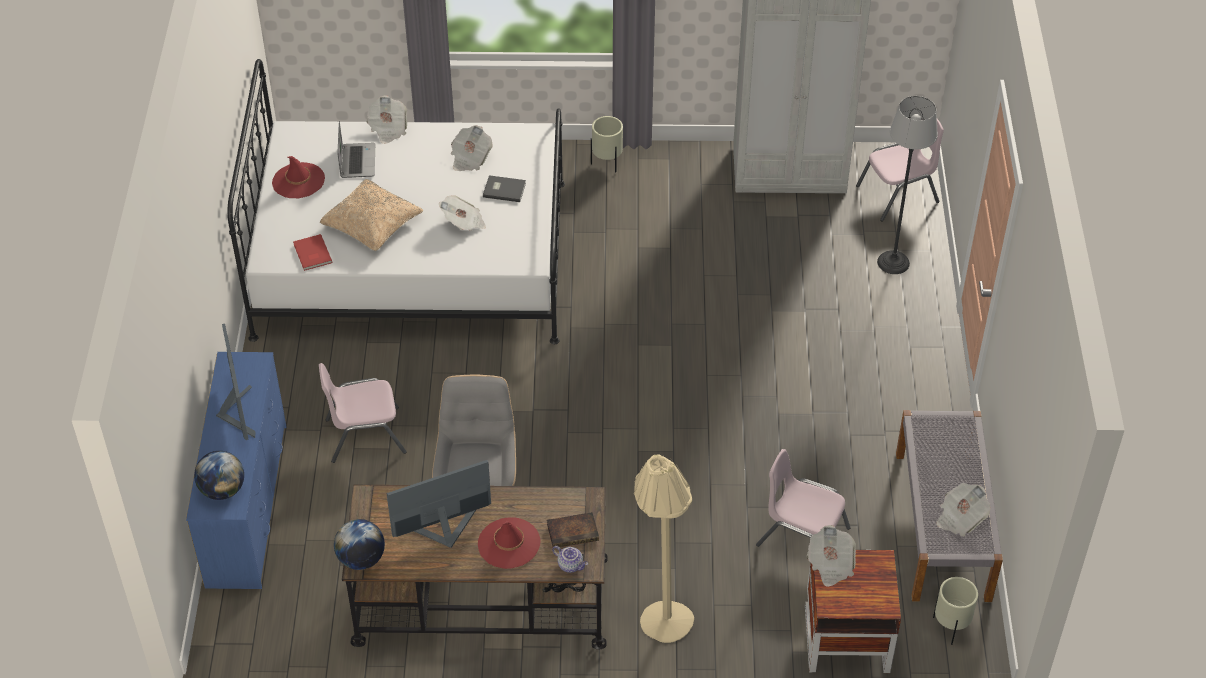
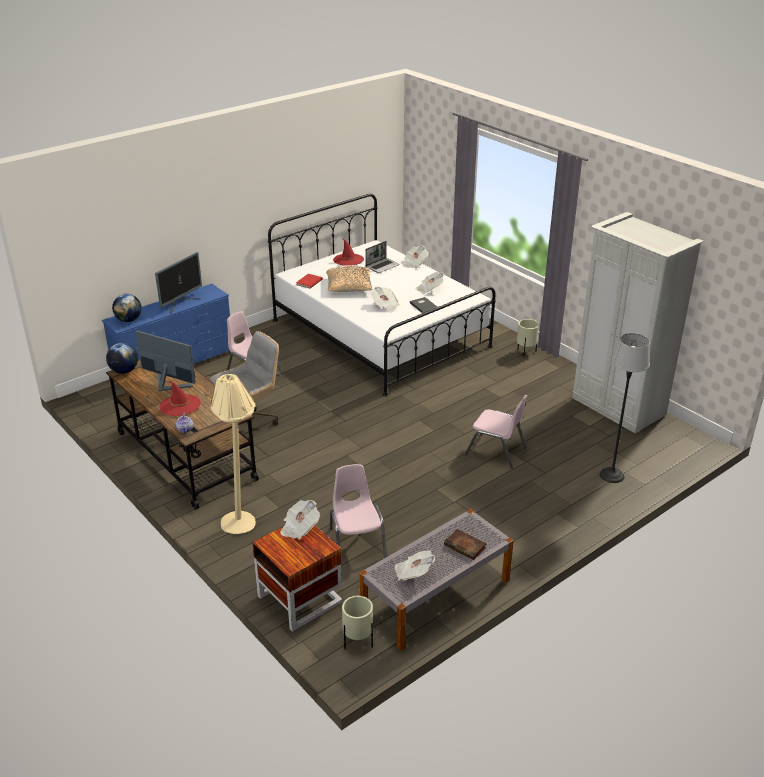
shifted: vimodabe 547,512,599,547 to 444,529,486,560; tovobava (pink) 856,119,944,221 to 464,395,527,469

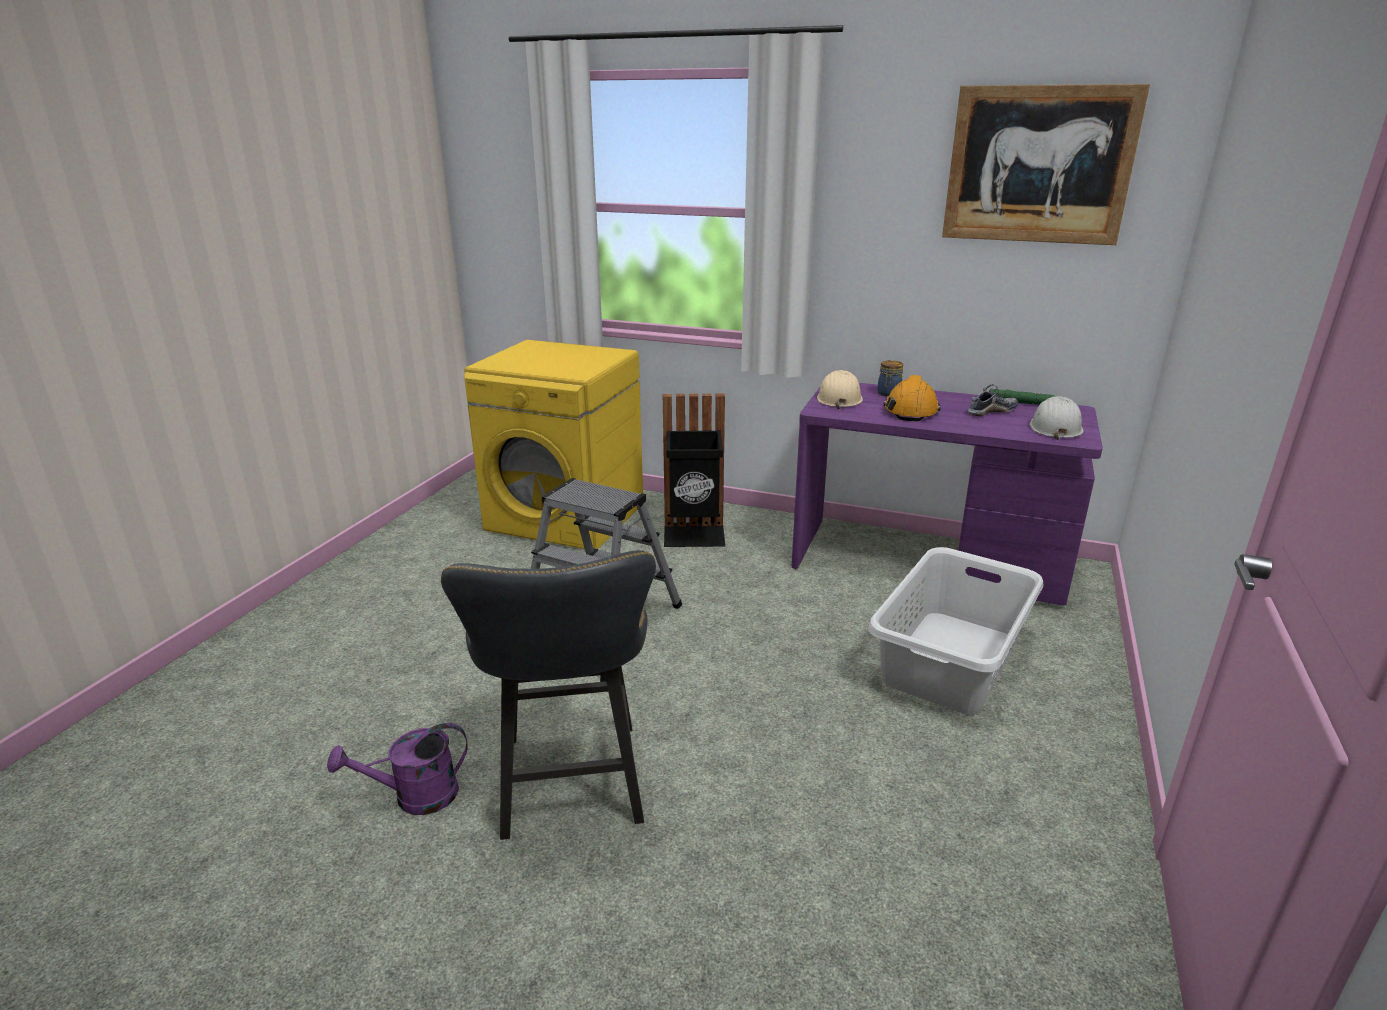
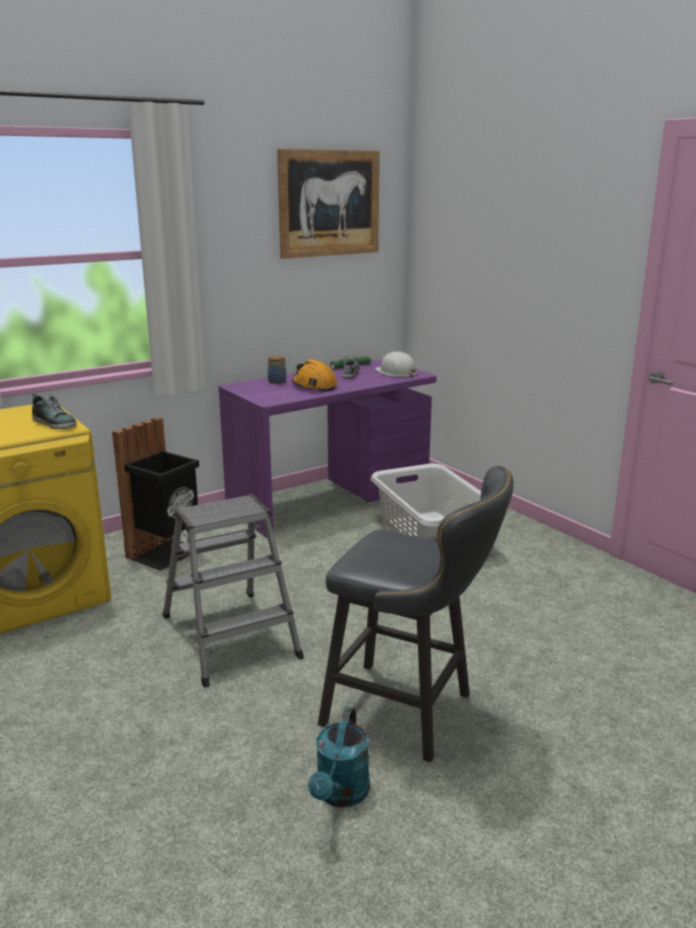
gone: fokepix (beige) 817,370,863,409
new: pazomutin 32,393,77,429
repainted: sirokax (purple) 327,723,468,815 to sirokax (turquoise) 308,707,370,807

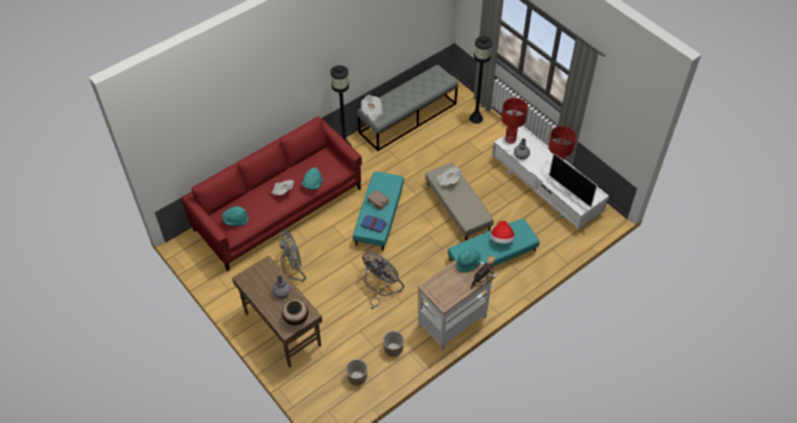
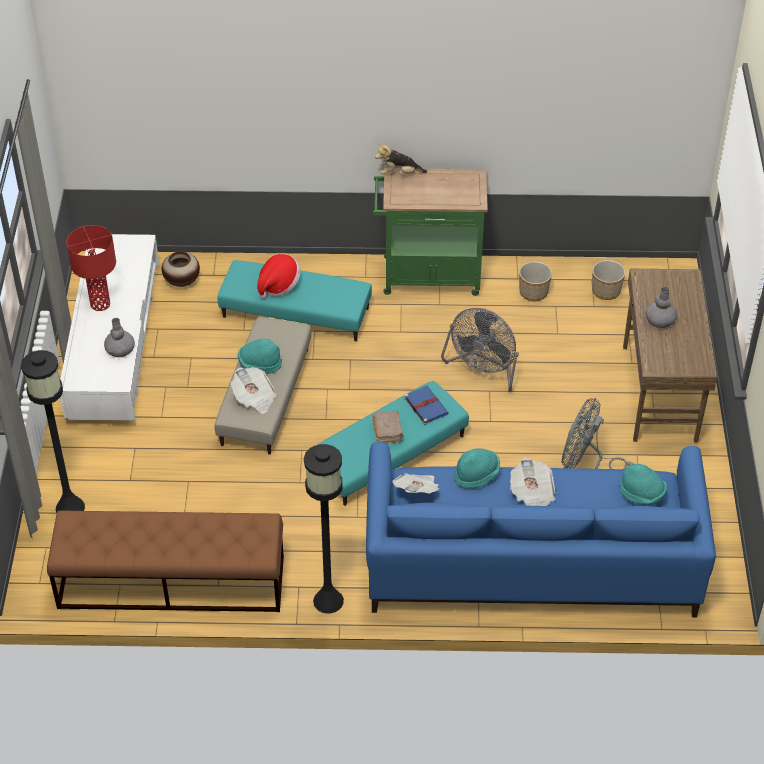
gone: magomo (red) 501,98,528,144; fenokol 549,153,597,207
shifted: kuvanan 282,300,308,326 to 162,251,200,287; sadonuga 361,95,383,121 to 393,473,439,494; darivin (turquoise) 456,248,482,272 to 238,339,282,374
repainted: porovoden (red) 181,117,362,271 to porovoden (blue) 366,442,716,617; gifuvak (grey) 357,64,458,151 to gifuvak (brown) 47,511,284,612; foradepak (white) 417,259,497,350 to foradepak (green) 373,168,488,296
rotated: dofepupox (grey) 361,251,404,309 = 441,308,519,392 45 degrees counterclockwise

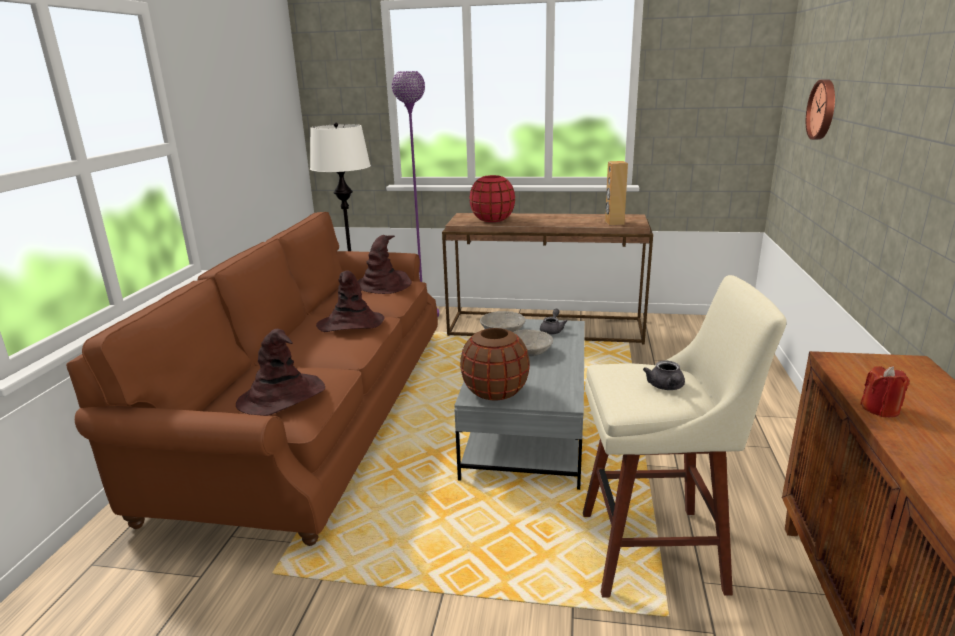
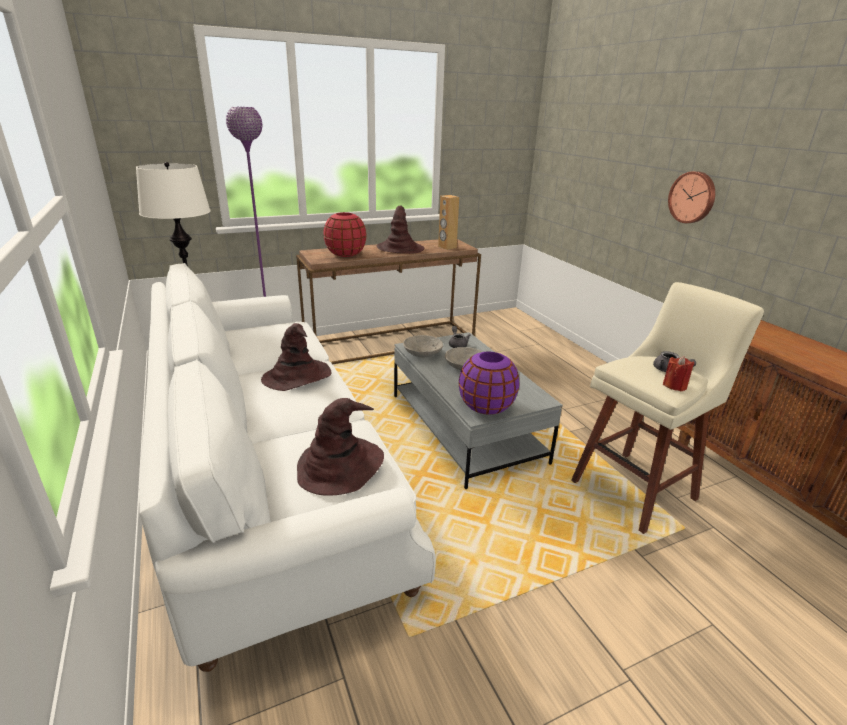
shifted: darivin (brown) 358,235,412,294 to 377,205,425,254; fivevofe 806,79,835,140 to 668,171,715,223; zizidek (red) 860,366,910,417 to 663,356,694,391
repainted: porovoden (brown) 66,212,438,546 to porovoden (white) 139,263,436,672; kuvanan (brown) 460,328,530,400 to kuvanan (purple) 459,352,519,415

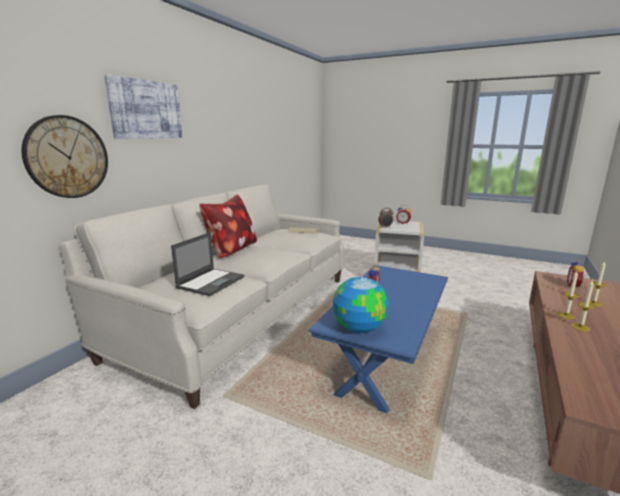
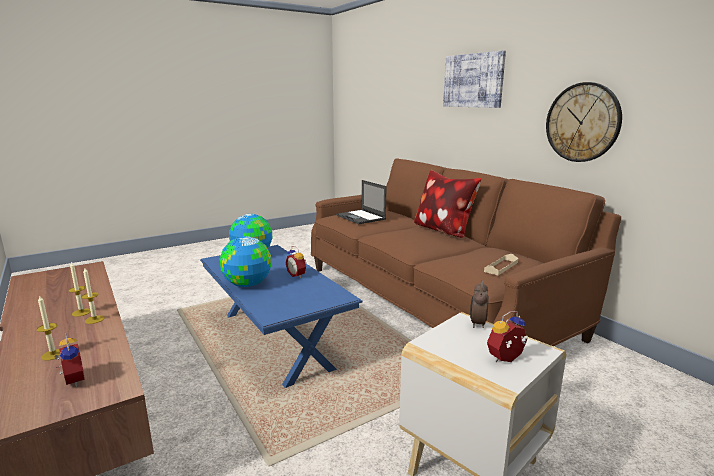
new: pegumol 219,236,272,287
shifted: fivevofe 21,115,108,198 to 546,82,622,162
repainted: porovoden (white) 59,184,345,409 to porovoden (brown) 311,158,621,346

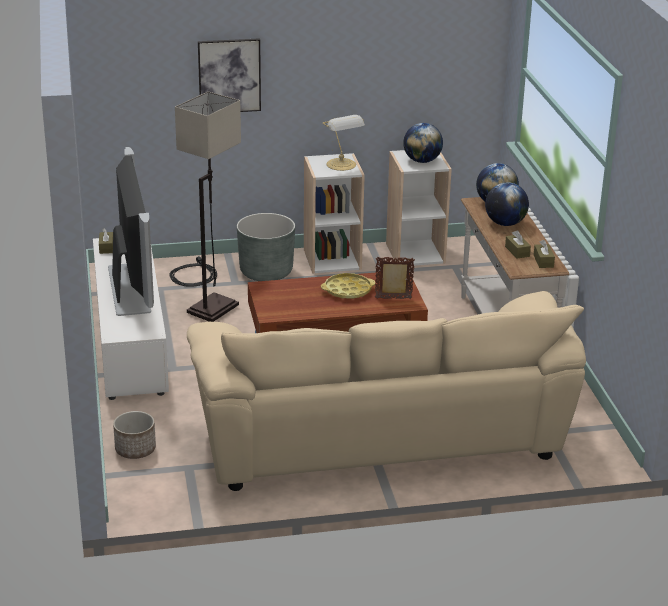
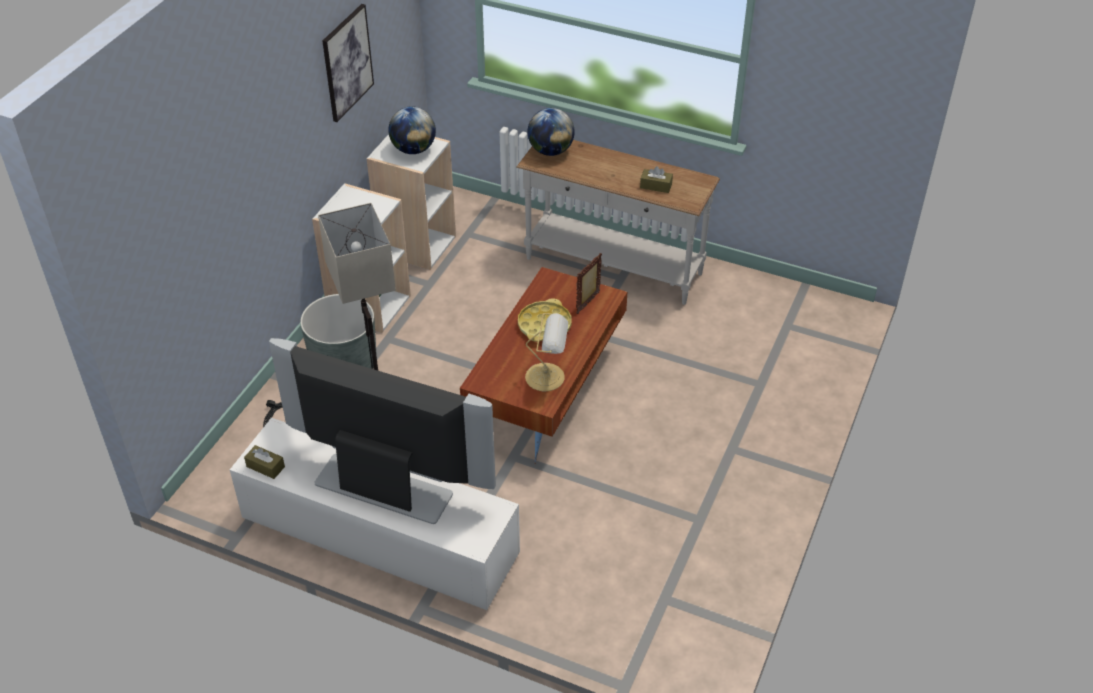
gone: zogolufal 113,411,156,459; porovoden (beige) 187,291,586,491; pegumol 485,182,529,226; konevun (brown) 534,240,555,268
shifted: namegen 198,38,261,112 to 322,4,374,122; magomo 323,115,365,171 to 525,313,568,391

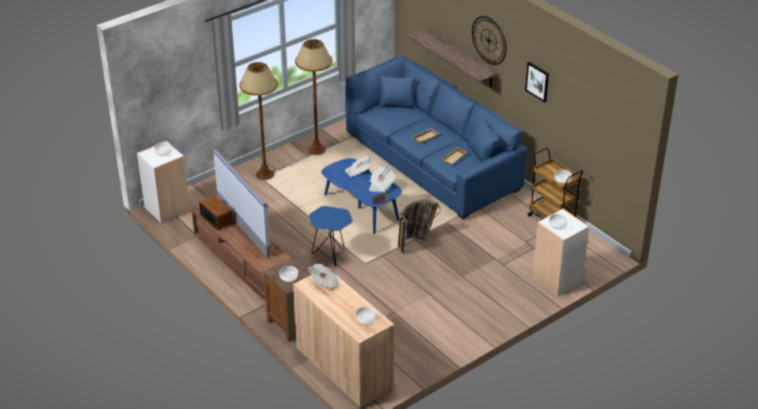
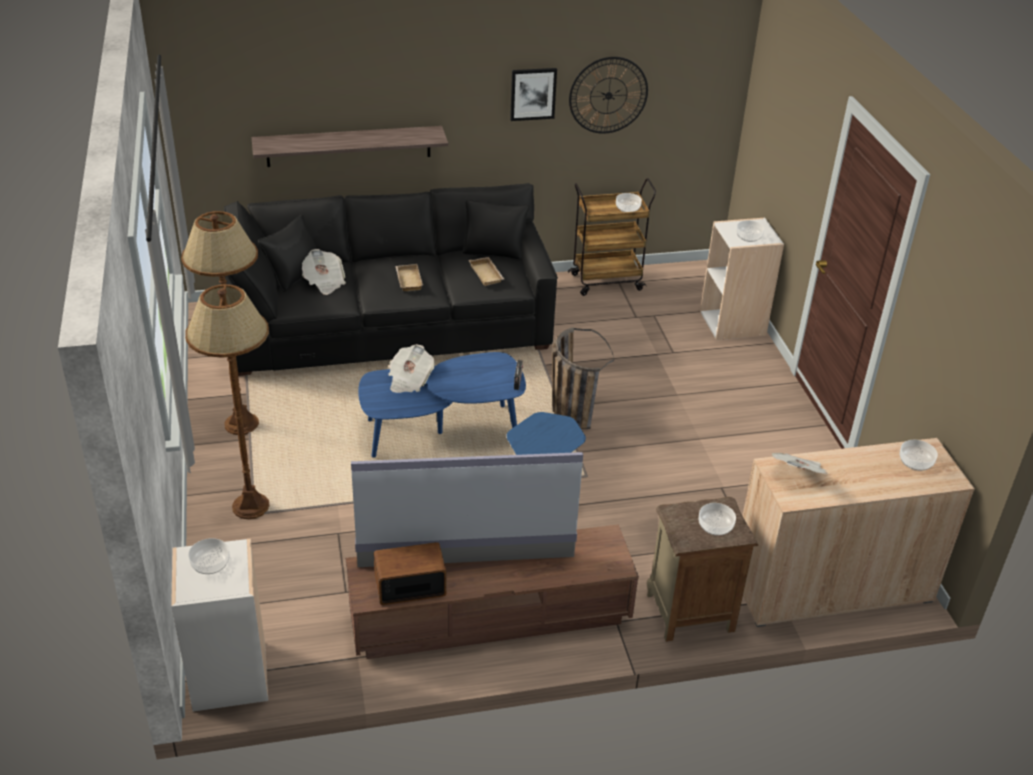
shifted: sadonuga 369,166,395,192 to 302,249,346,295; fivevofe 472,16,506,65 to 569,57,648,134
repainted: porovoden (blue) 345,55,527,219 to porovoden (black) 219,183,558,376

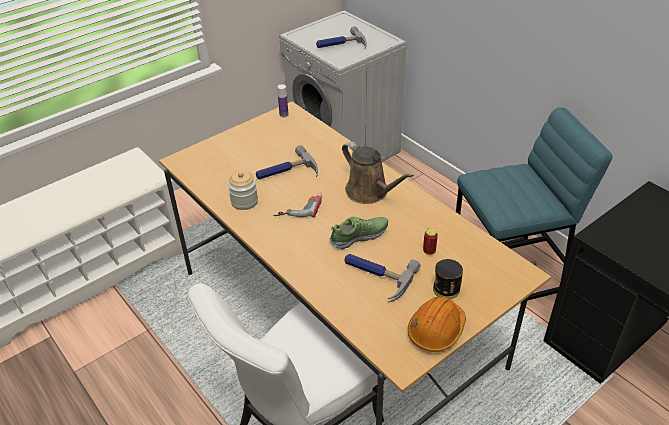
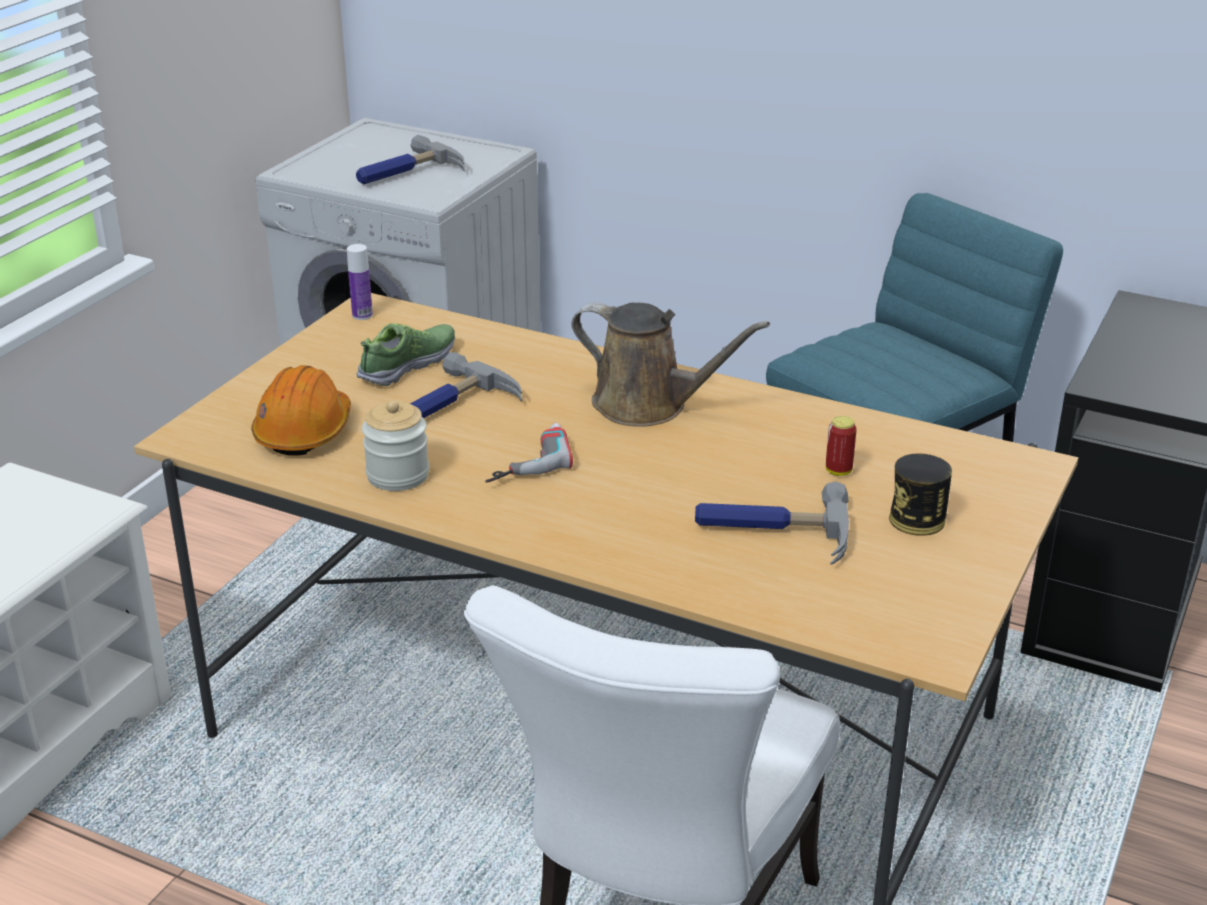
shifted: pazomutin 329,216,388,250 to 357,323,455,386; fokepix (orange) 408,297,466,352 to 251,365,351,455

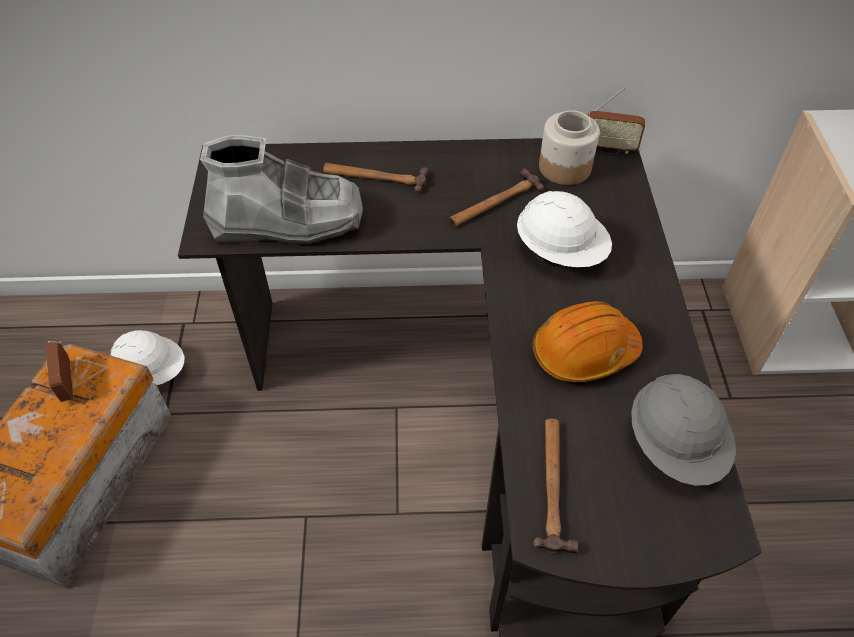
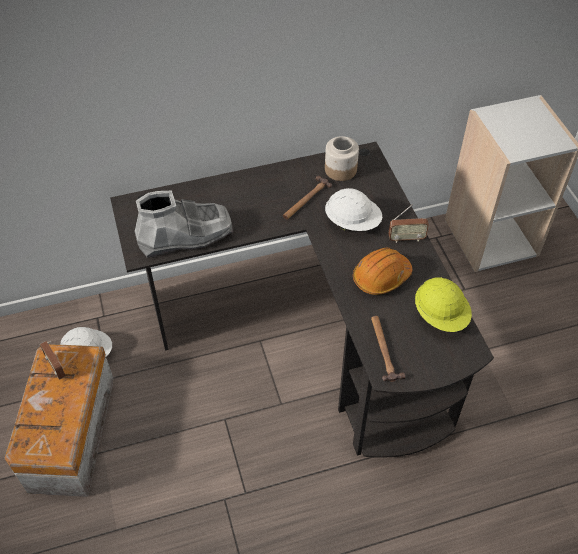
gone: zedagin 323,163,429,192
shifted: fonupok 588,87,645,154 to 388,204,429,243
repainted: fokepix (grey) 631,374,736,486 to fokepix (yellow) 415,277,472,332

